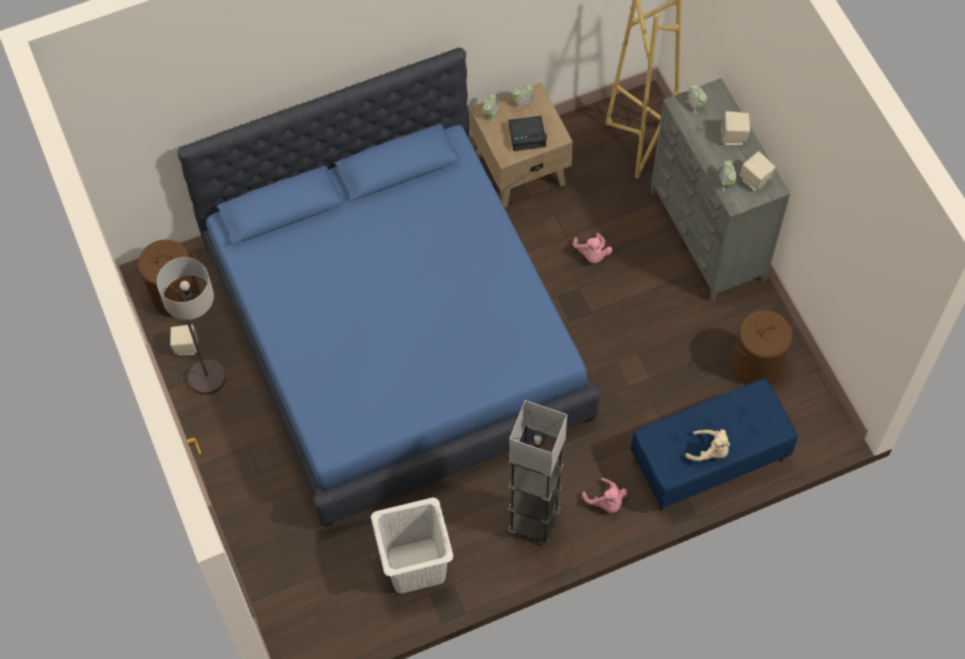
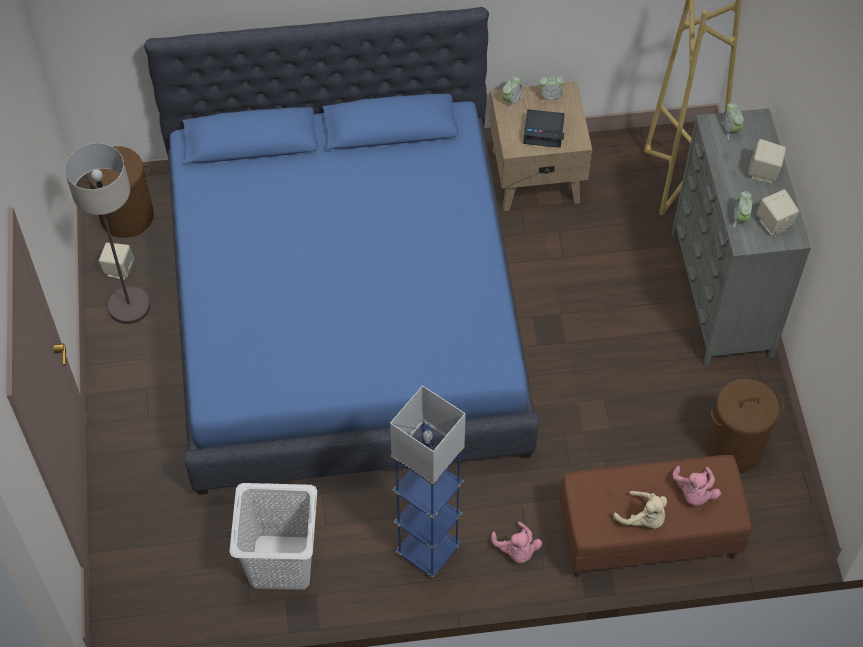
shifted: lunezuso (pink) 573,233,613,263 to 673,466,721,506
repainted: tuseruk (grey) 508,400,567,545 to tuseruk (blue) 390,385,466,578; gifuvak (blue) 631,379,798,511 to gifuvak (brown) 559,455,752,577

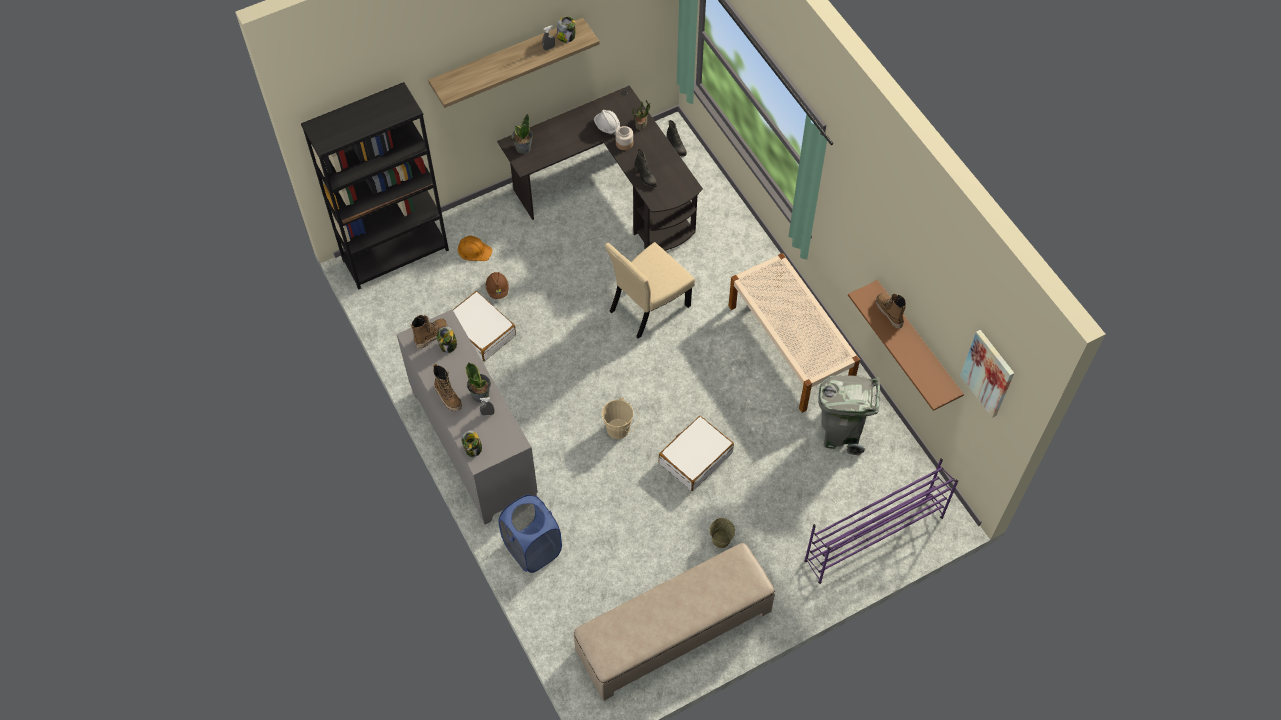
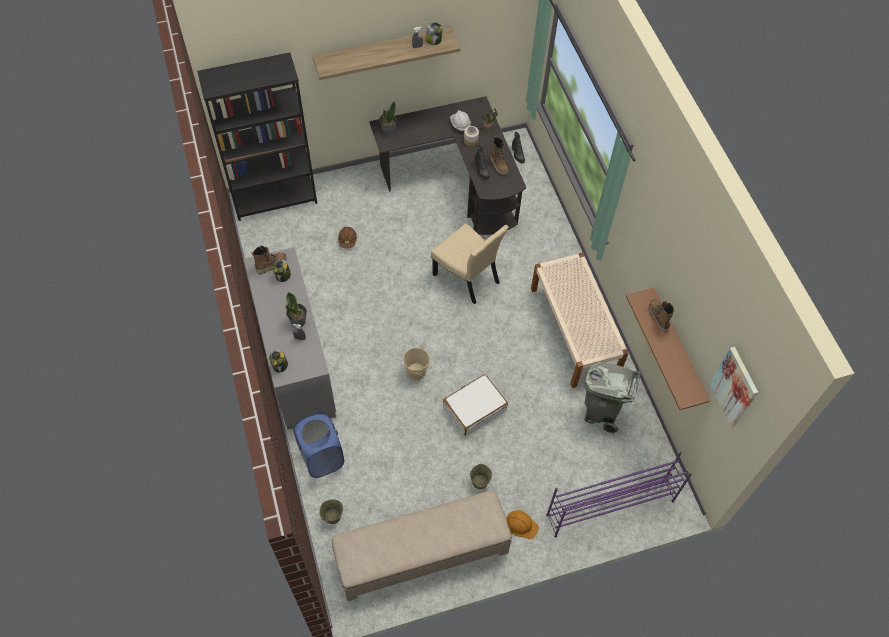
gone: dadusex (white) 453,291,516,361
new: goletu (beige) 319,499,343,524
shifted: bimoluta 433,364,462,411 to 490,135,509,175; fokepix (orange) 458,236,492,261 to 506,510,539,539
rotated: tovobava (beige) 605,242,695,339 = 431,223,509,304 105 degrees counterclockwise

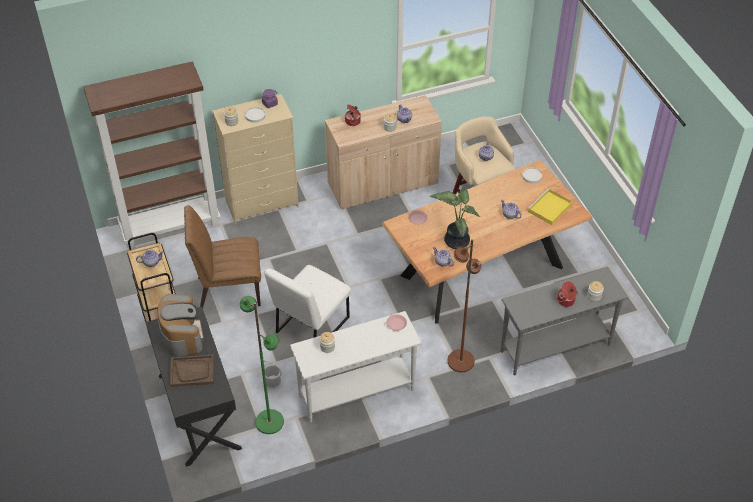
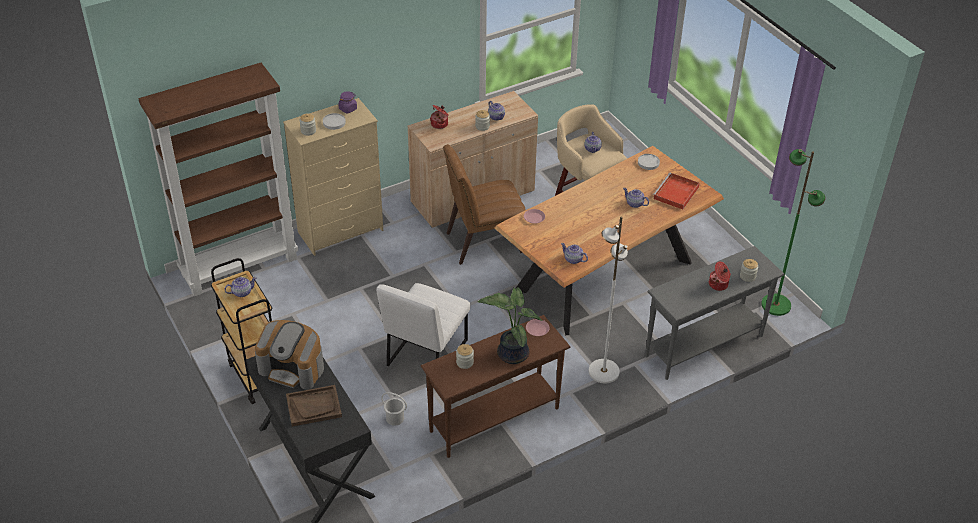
shifted: tovobava (brown) 184,205,261,308 to 443,144,526,265; tuseruk (green) 240,296,284,434 to 761,149,826,316; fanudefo 430,188,480,249 to 478,287,542,364
repainted: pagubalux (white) 290,311,422,423 to pagubalux (brown) 421,315,570,458; tuseruk (brown) 447,239,481,372 to tuseruk (white) 589,216,628,383; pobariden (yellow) 527,189,572,225 to pobariden (red) 653,173,700,210
rotated: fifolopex 157,294,204,357 = 255,320,324,389 135 degrees clockwise

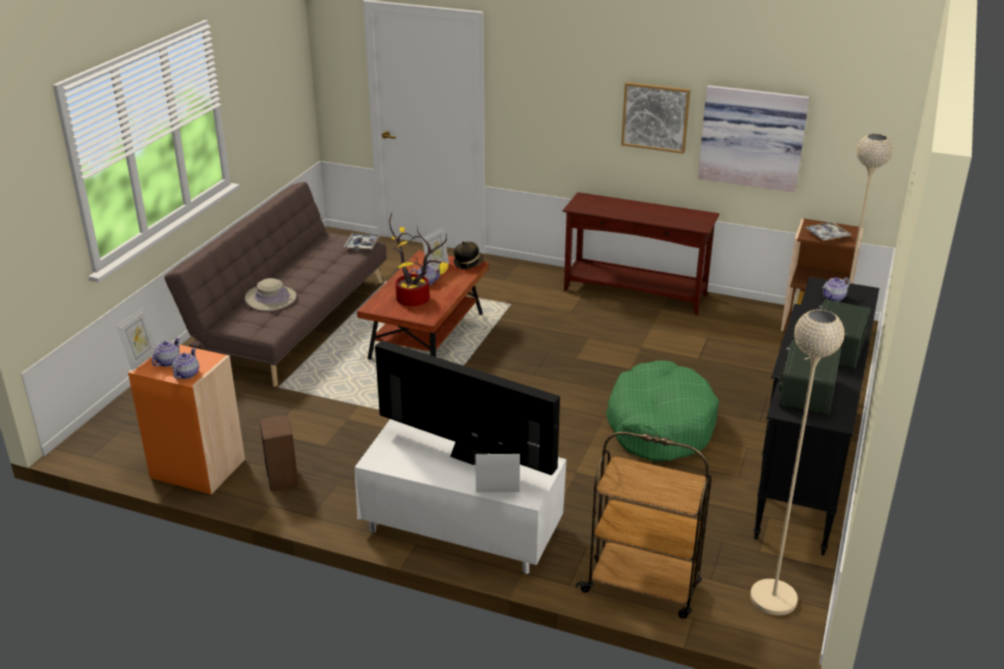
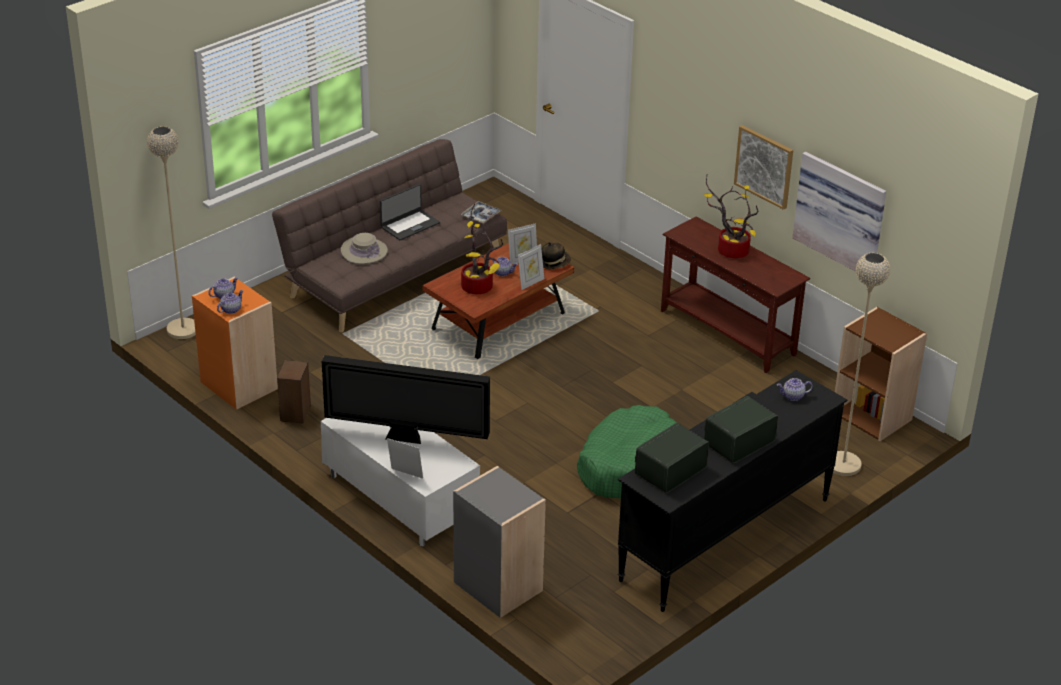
gone: pobariden 804,222,852,241
new: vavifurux 380,184,440,240; fanudefo 704,176,758,258
shifted: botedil 117,308,156,371 to 518,244,544,290; tuseruk (beige) 750,309,844,615 to 147,126,196,339
swapped: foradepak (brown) 576,432,712,619 to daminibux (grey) 453,466,546,618
rotated: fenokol 375,340,560,475 = 322,355,490,444 135 degrees clockwise

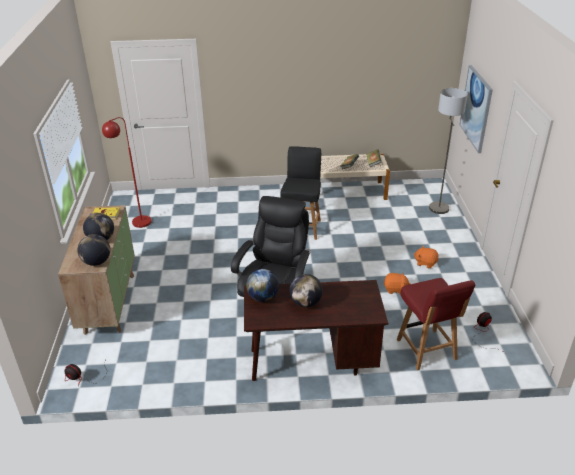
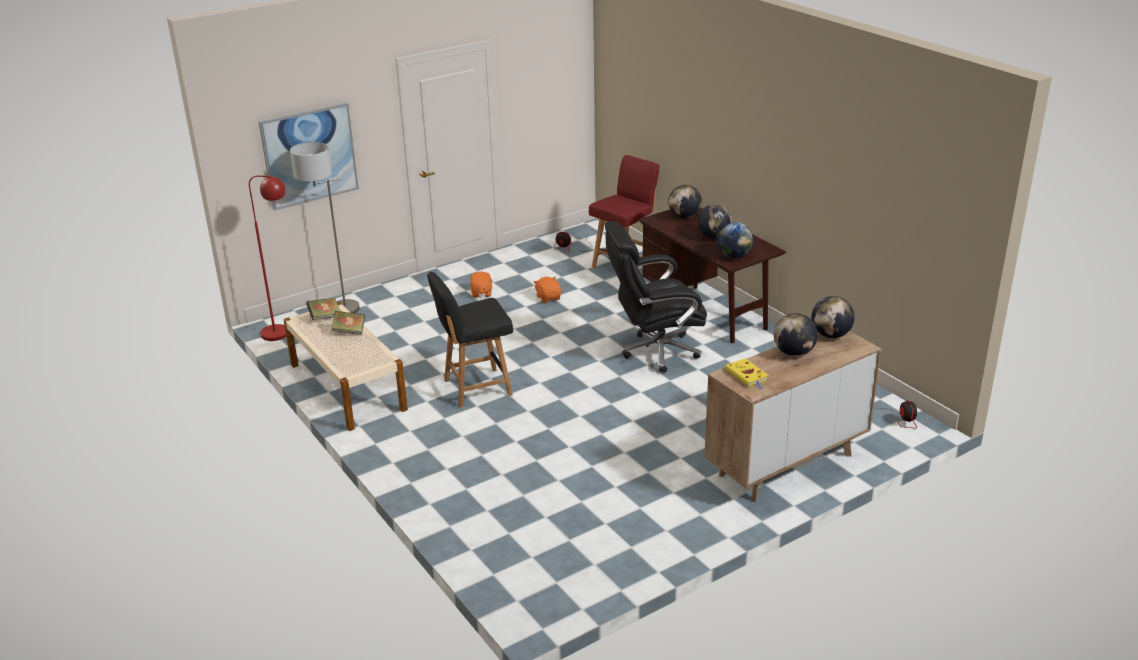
new: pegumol 668,185,702,218
shifted: tuseruk (red) 102,117,152,228 to 249,175,286,341

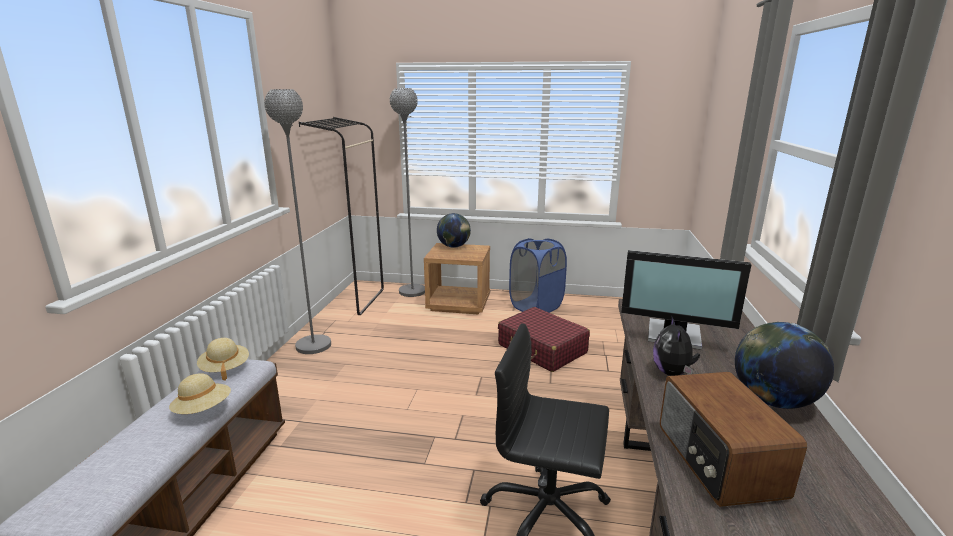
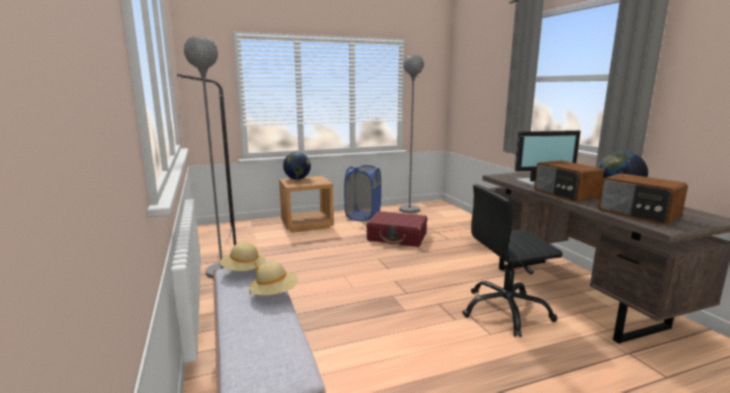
shifted: tuseruk (grey) 390,88,425,297 to 399,55,424,213
swapped: lunezuso 653,316,700,376 to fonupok 534,161,604,202

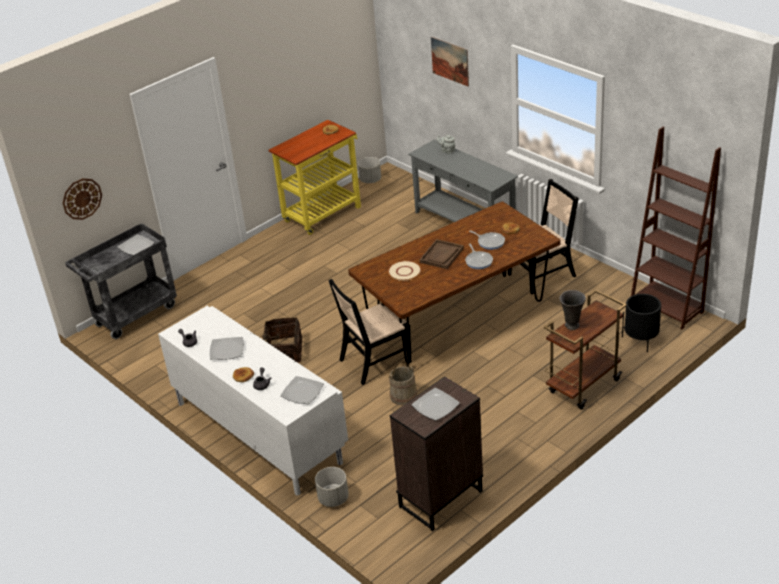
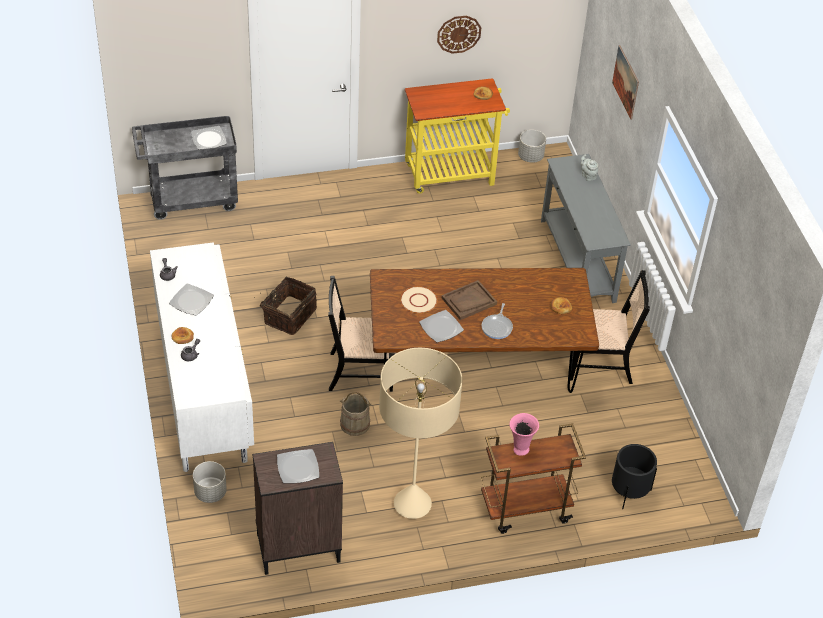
gone: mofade 469,230,505,250; daminibux (brown) 631,127,721,330
new: tuseruk (beige) 379,348,462,519
shifted: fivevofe 63,178,102,220 to 437,16,481,54; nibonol 280,376,324,404 to 419,310,464,343
repainted: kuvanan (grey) 559,290,586,330 to kuvanan (pink) 509,413,539,456

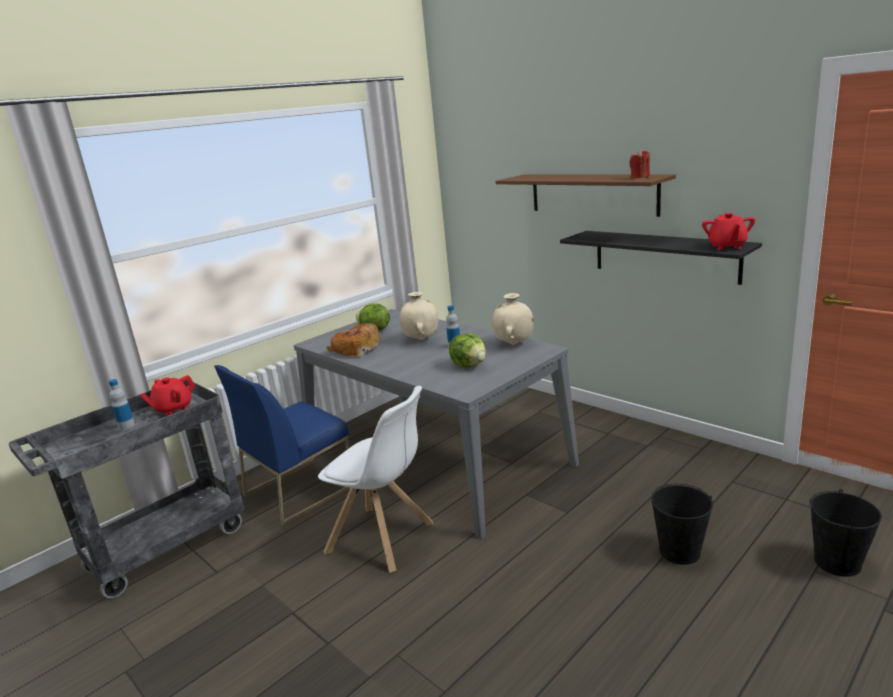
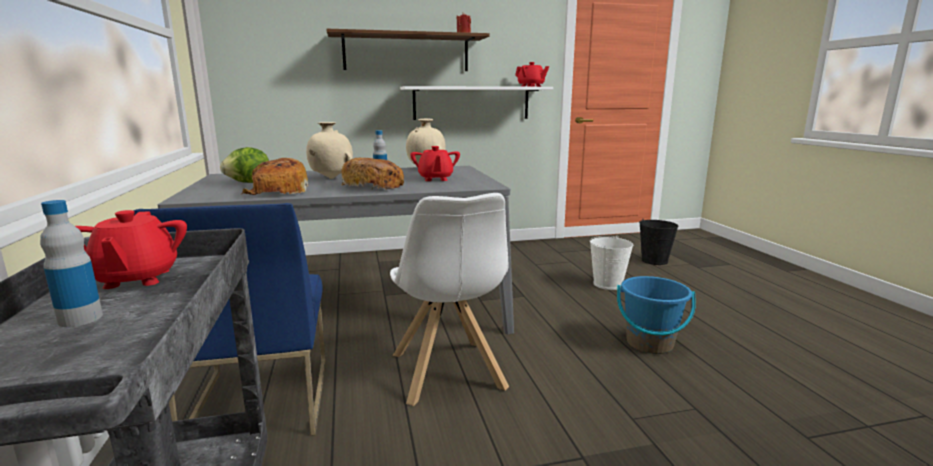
new: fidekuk 341,158,404,190; goletu (blue) 617,276,696,354
swapped: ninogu 449,333,486,368 to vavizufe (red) 410,146,460,181
repainted: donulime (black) 560,231,762,285 to donulime (white) 400,86,553,120; goletu (black) 651,484,713,565 to goletu (white) 590,236,633,290
rotated: tovobava (white) 318,386,434,573 = 390,193,509,406 105 degrees clockwise

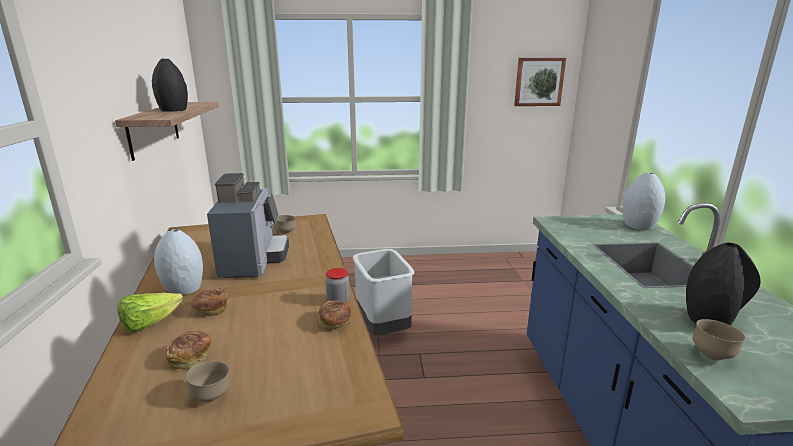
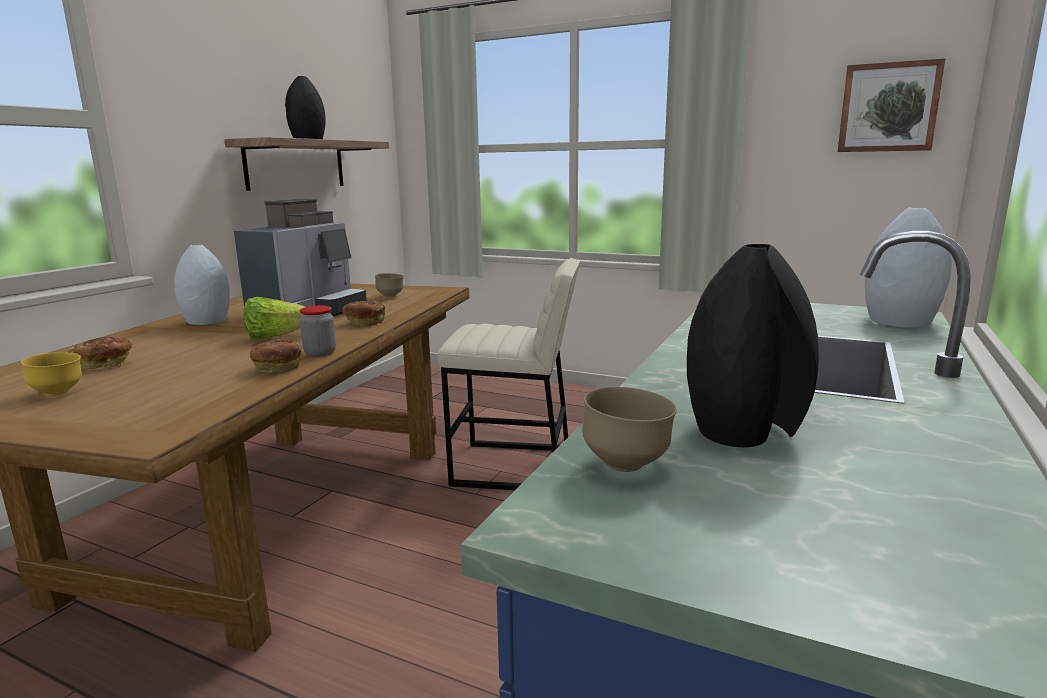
shifted: ninogu 117,293,183,332 to 244,297,305,339; fidekuk 191,288,228,316 to 342,301,385,326
swapped: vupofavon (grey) 353,249,414,335 to tovobava (beige) 438,258,581,490
repainted: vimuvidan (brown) 186,361,229,402 to vimuvidan (yellow) 21,352,82,396

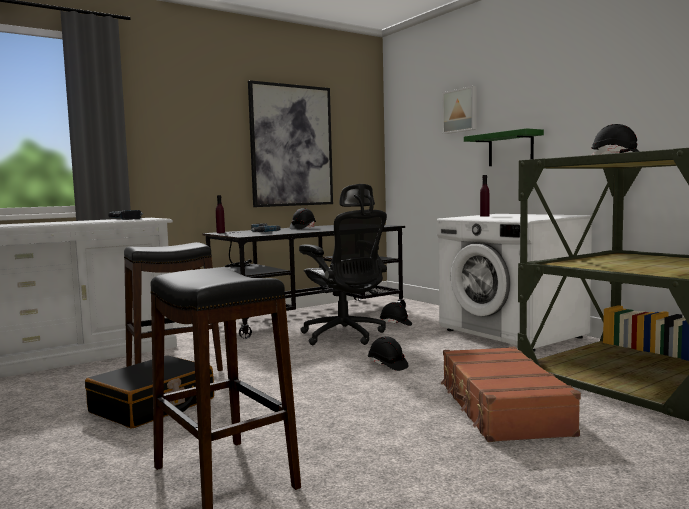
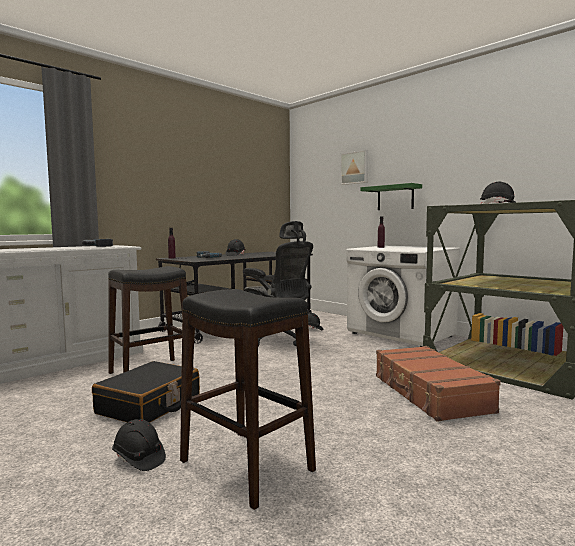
gone: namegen 248,80,333,207
shifted: fokepix (black) 368,336,409,371 to 112,419,166,471

